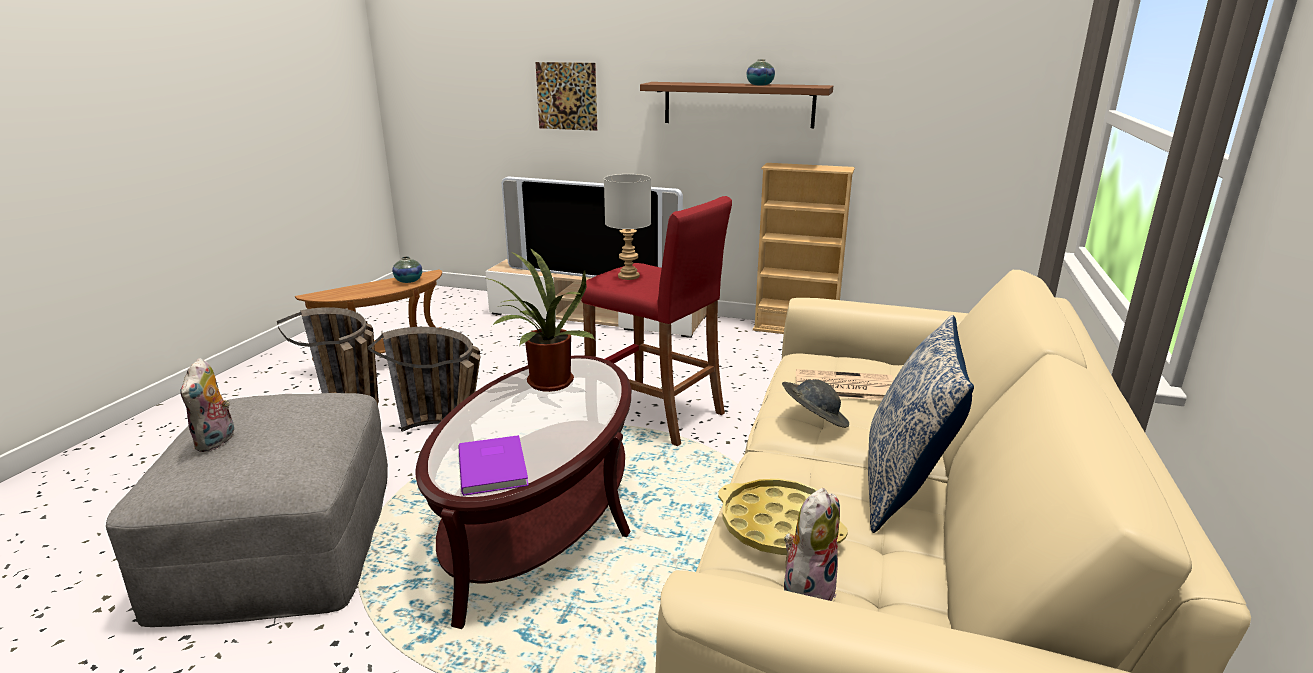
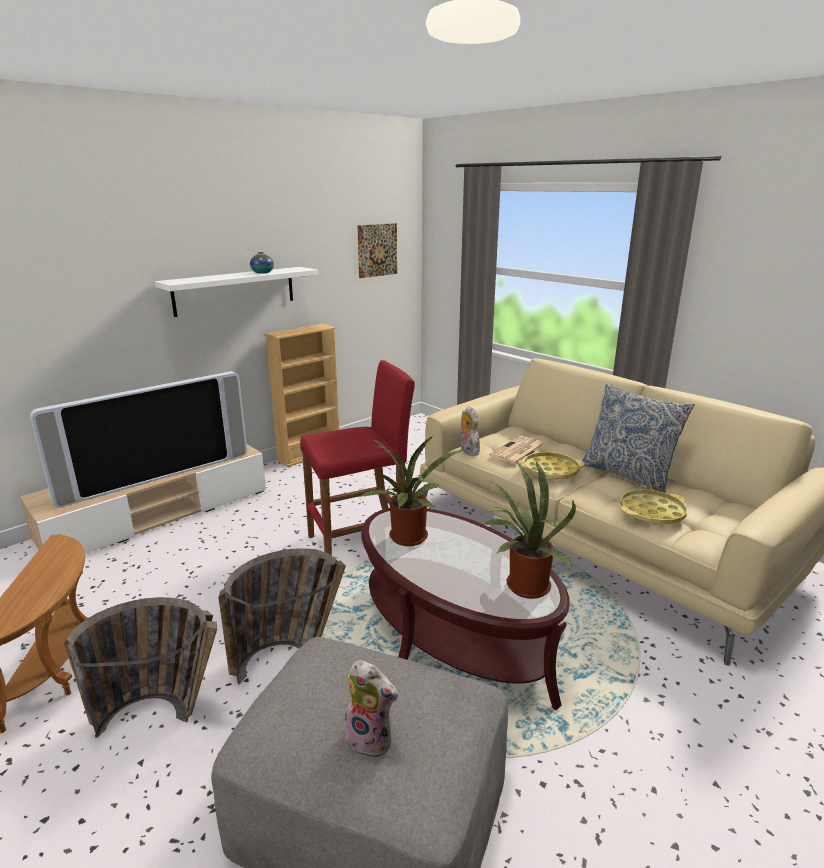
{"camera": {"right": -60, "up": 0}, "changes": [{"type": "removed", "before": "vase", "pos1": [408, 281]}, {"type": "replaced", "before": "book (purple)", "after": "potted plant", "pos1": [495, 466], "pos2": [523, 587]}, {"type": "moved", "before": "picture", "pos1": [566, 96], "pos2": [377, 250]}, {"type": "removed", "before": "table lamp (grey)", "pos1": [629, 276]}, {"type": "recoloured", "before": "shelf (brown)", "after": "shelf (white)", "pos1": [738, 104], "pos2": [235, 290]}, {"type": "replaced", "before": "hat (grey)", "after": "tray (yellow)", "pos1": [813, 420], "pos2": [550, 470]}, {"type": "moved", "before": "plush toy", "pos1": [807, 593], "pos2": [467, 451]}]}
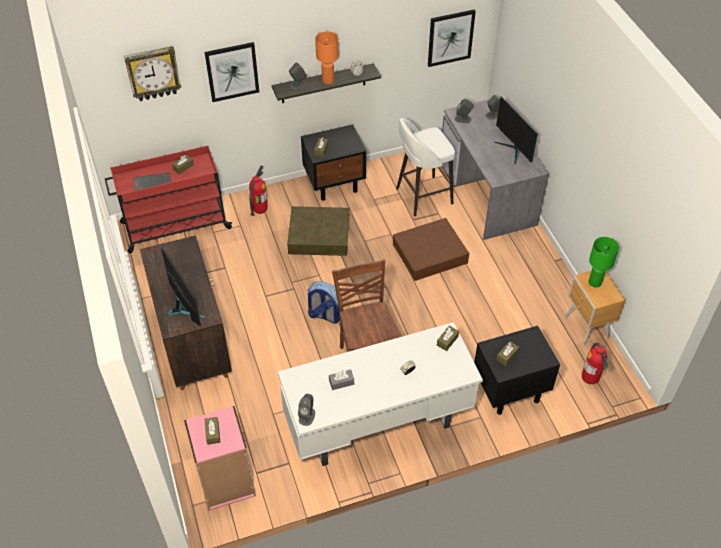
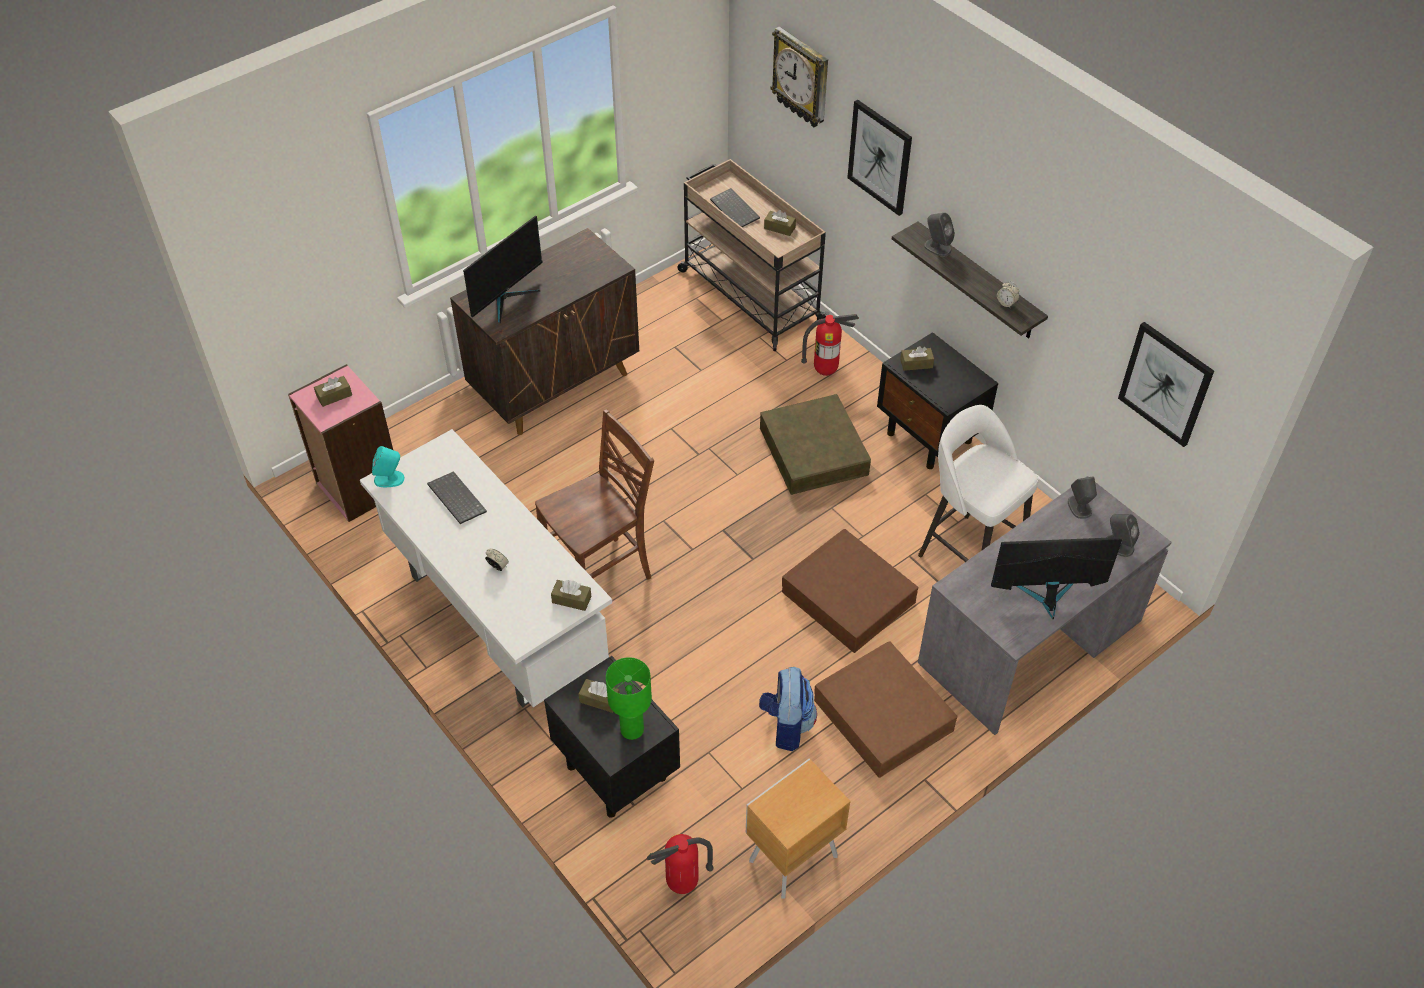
{"camera": {"right": 70, "up": 0}, "changes": [{"type": "recoloured", "before": "cart (red)", "after": "cart (beige)", "pos1": [174, 226], "pos2": [749, 295]}, {"type": "recoloured", "before": "speaker (grey)", "after": "speaker (turquoise)", "pos1": [307, 416], "pos2": [389, 479]}, {"type": "moved", "before": "backpack", "pos1": [324, 315], "pos2": [786, 725]}, {"type": "removed", "before": "table lamp (orange)", "pos1": [328, 80]}, {"type": "replaced", "before": "tissue box (grey)", "after": "keyboard", "pos1": [341, 382], "pos2": [455, 499]}, {"type": "turned", "before": "monitor", "pos1": [514, 149], "pos2": [1046, 595], "turn": 45}, {"type": "moved", "before": "table lamp (green)", "pos1": [595, 282], "pos2": [633, 730]}, {"type": "added", "after": "storage box (brown)", "pos2": [883, 715]}]}
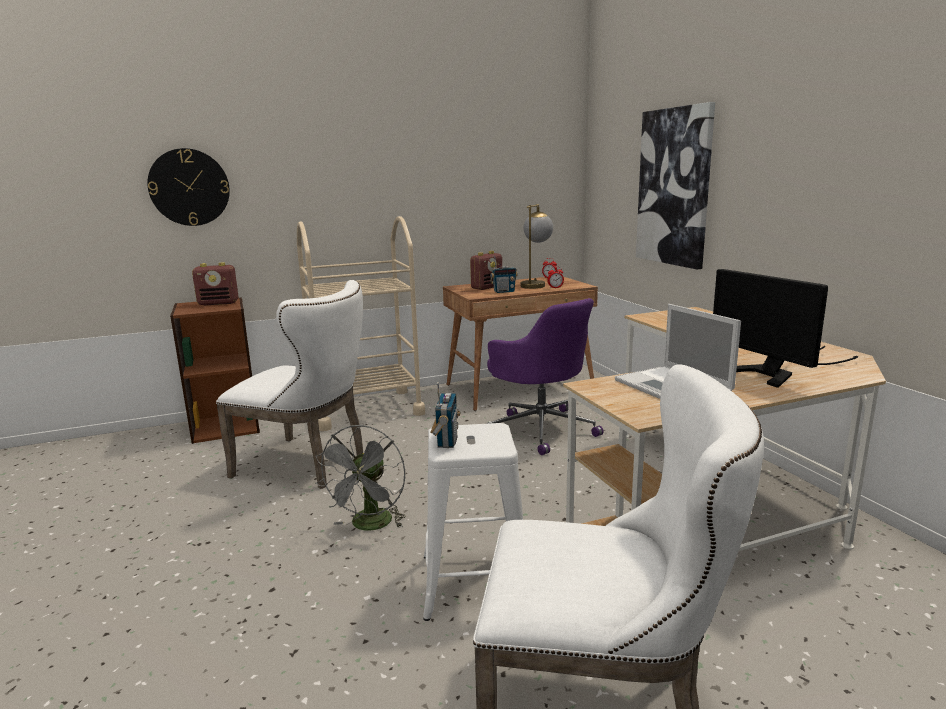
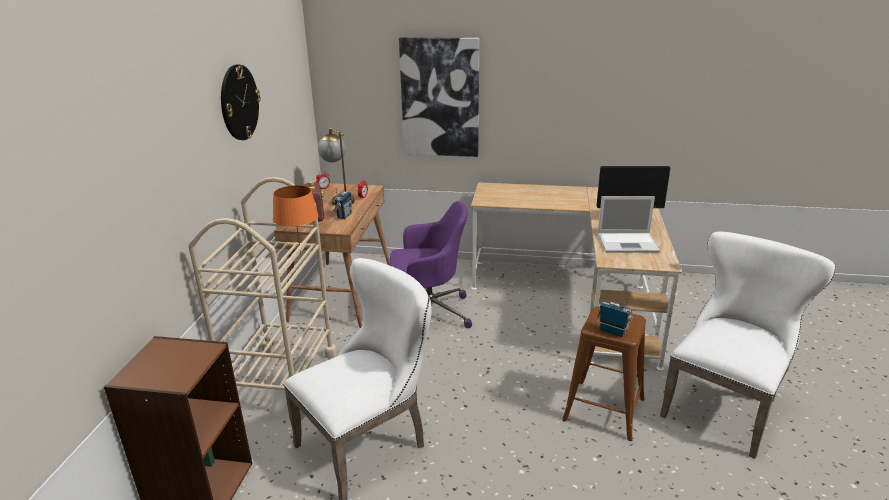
{"camera": {"right": -60, "up": 10}, "changes": [{"type": "moved", "before": "wall clock", "pos1": [189, 187], "pos2": [239, 102]}, {"type": "removed", "before": "radio", "pos1": [219, 303]}, {"type": "removed", "before": "fan (grey)", "pos1": [369, 526]}, {"type": "recoloured", "before": "stool (white)", "after": "stool (brown)", "pos1": [475, 581], "pos2": [603, 409]}, {"type": "added", "after": "table lamp (orange)", "pos2": [301, 253]}]}
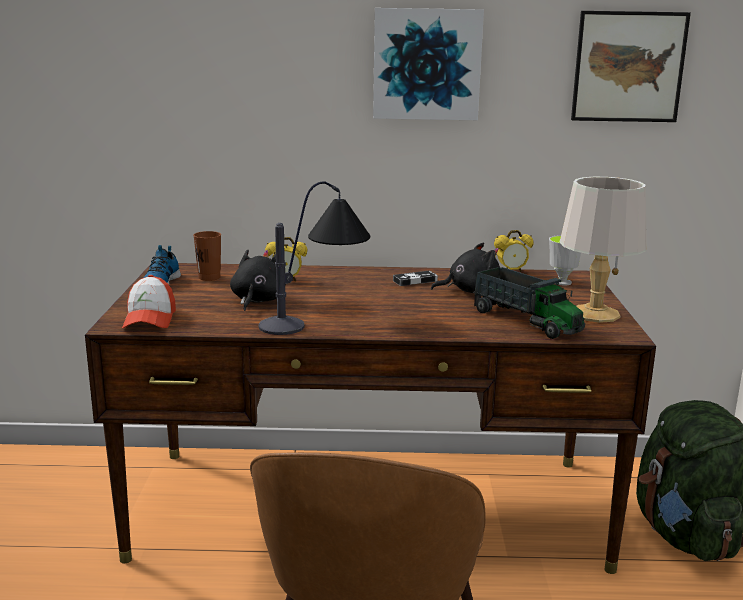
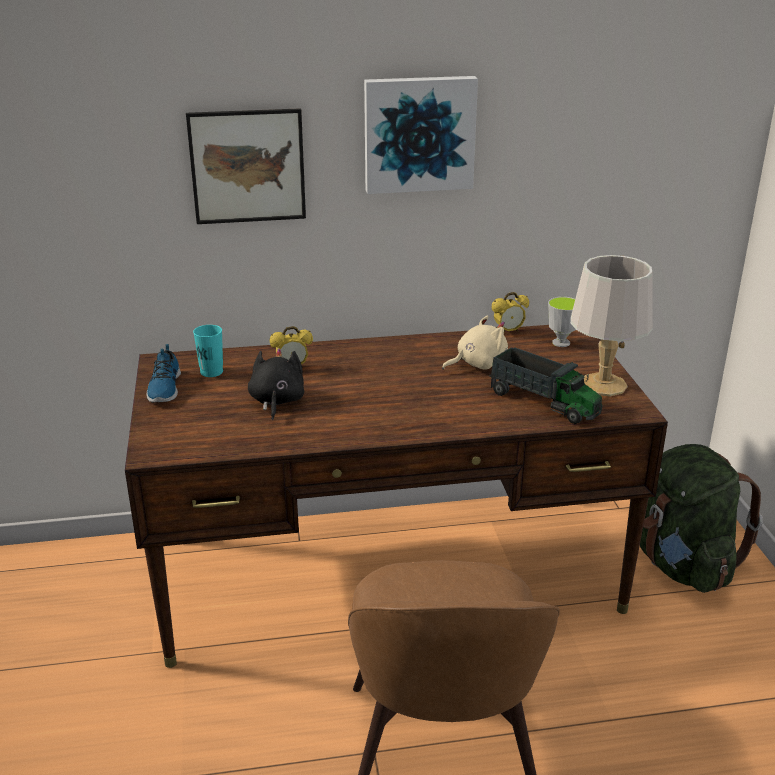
{"camera": {"right": -10, "up": 10}, "changes": [{"type": "removed", "before": "cap", "pos1": [150, 319]}, {"type": "recoloured", "before": "cup (brown)", "after": "cup (turquoise)", "pos1": [209, 277], "pos2": [211, 372]}, {"type": "removed", "before": "table lamp", "pos1": [318, 316]}, {"type": "removed", "before": "game controller", "pos1": [415, 281]}, {"type": "recoloured", "before": "plush toy (black)", "after": "plush toy (beige)", "pos1": [469, 290], "pos2": [477, 364]}, {"type": "moved", "before": "picture", "pos1": [628, 67], "pos2": [247, 166]}]}
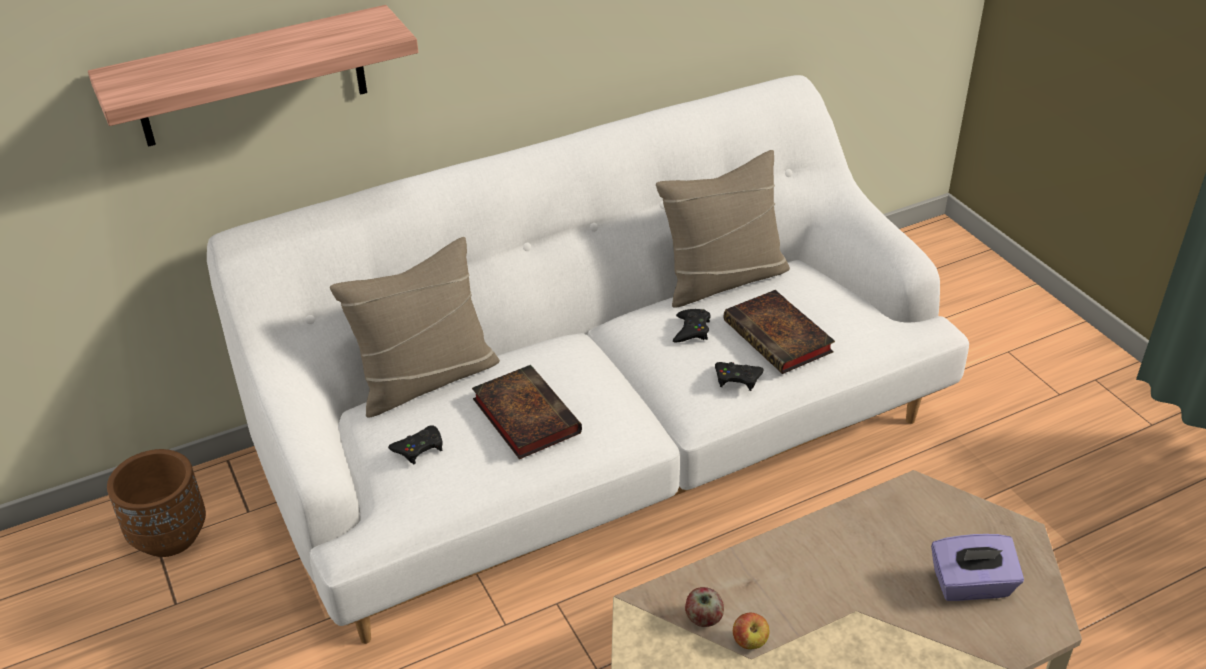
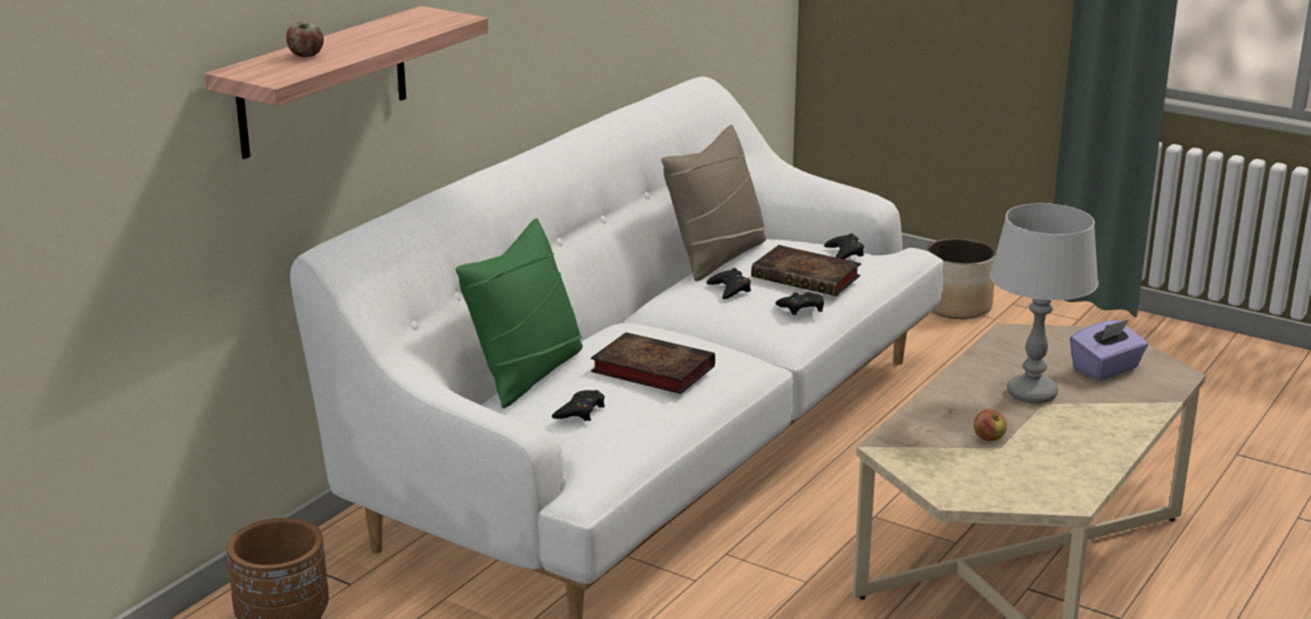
{"camera": {"right": -30, "up": -15}, "changes": [{"type": "recoloured", "before": "pillow (beige)", "after": "pillow (green)", "pos1": [426, 379], "pos2": [526, 373]}, {"type": "moved", "before": "apple", "pos1": [703, 618], "pos2": [306, 55]}, {"type": "added", "after": "game controller (black)", "pos2": [844, 253]}, {"type": "added", "after": "planter", "pos2": [957, 306]}, {"type": "added", "after": "table lamp (grey)", "pos2": [1031, 394]}]}
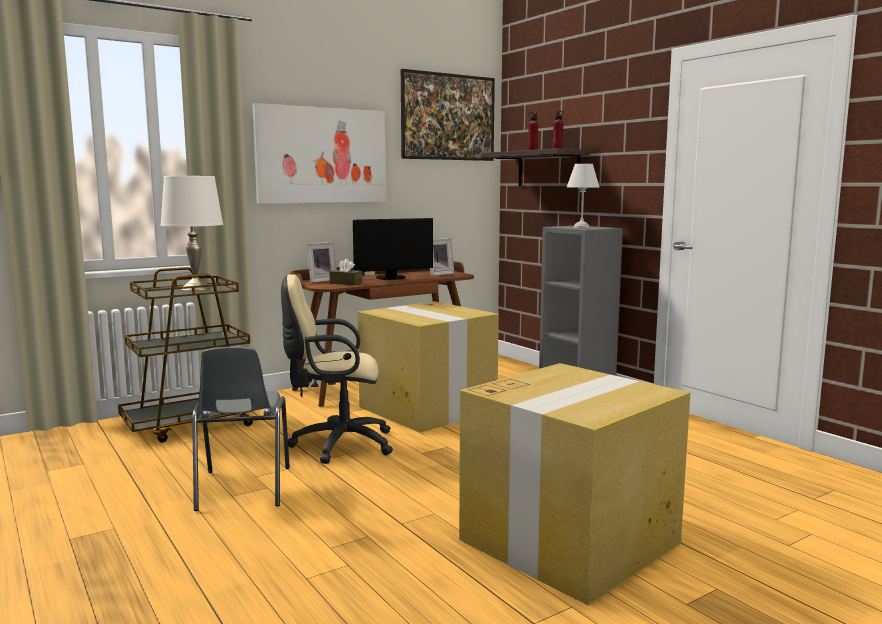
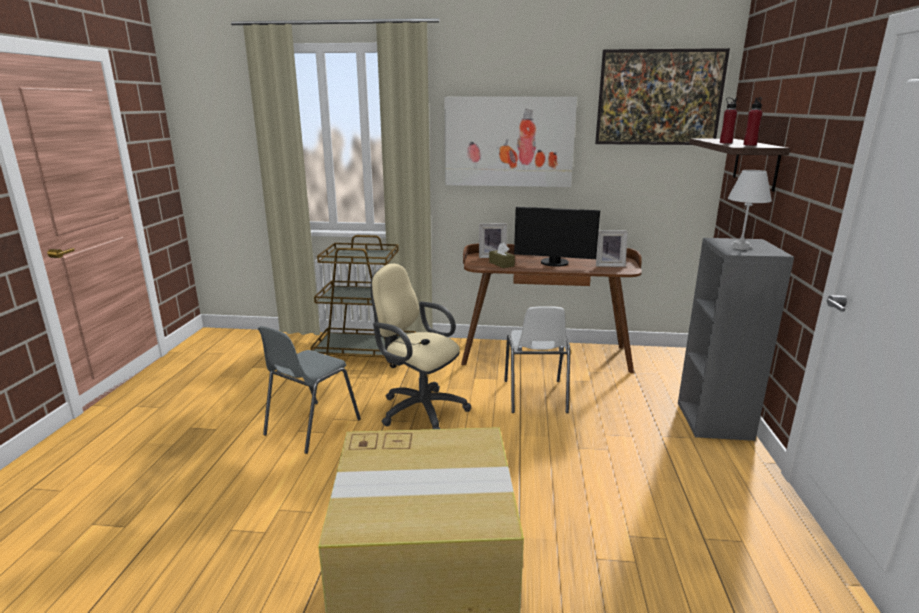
{"camera": {"right": 40, "up": 10}, "changes": [{"type": "removed", "before": "table lamp (white)", "pos1": [195, 288]}, {"type": "replaced", "before": "cardboard box", "after": "chair (white)", "pos1": [428, 409], "pos2": [535, 397]}]}
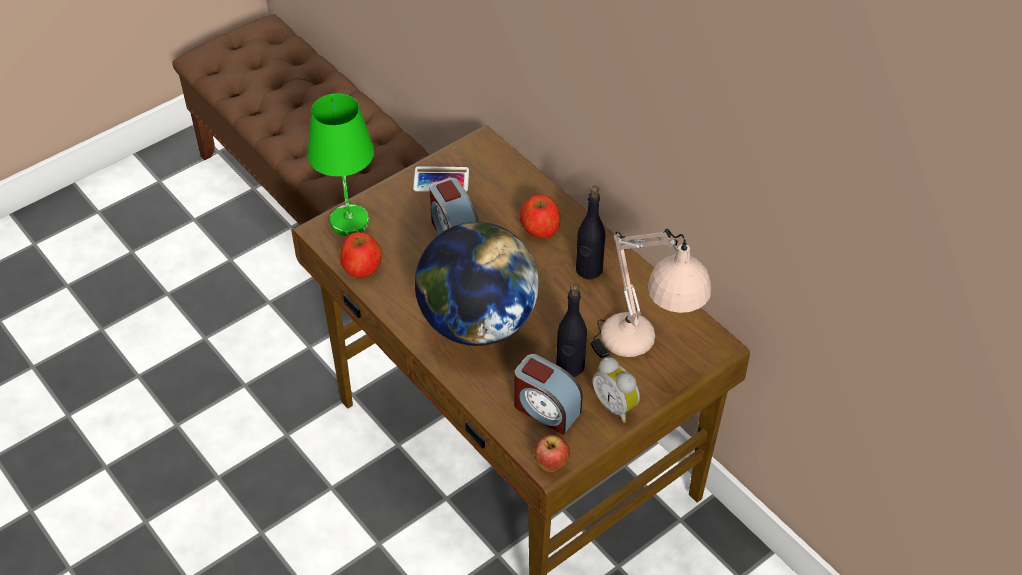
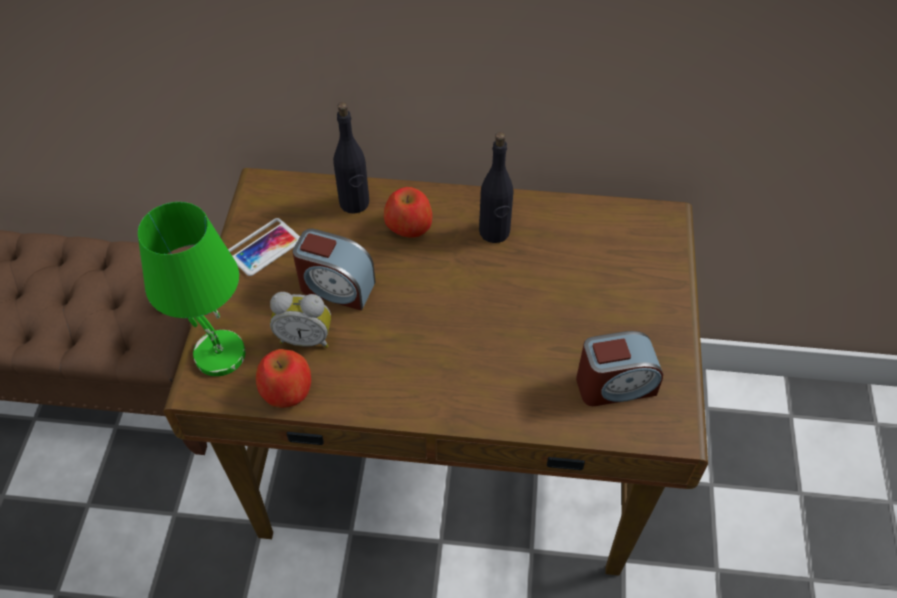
{"camera": {"right": -45, "up": 5}, "changes": [{"type": "removed", "before": "globe", "pos1": [477, 323]}, {"type": "removed", "before": "apple", "pos1": [551, 464]}, {"type": "moved", "before": "bottle (black)", "pos1": [570, 367], "pos2": [354, 203]}, {"type": "removed", "before": "table lamp (beige)", "pos1": [643, 356]}, {"type": "moved", "before": "alarm clock", "pos1": [616, 405], "pos2": [306, 337]}]}
